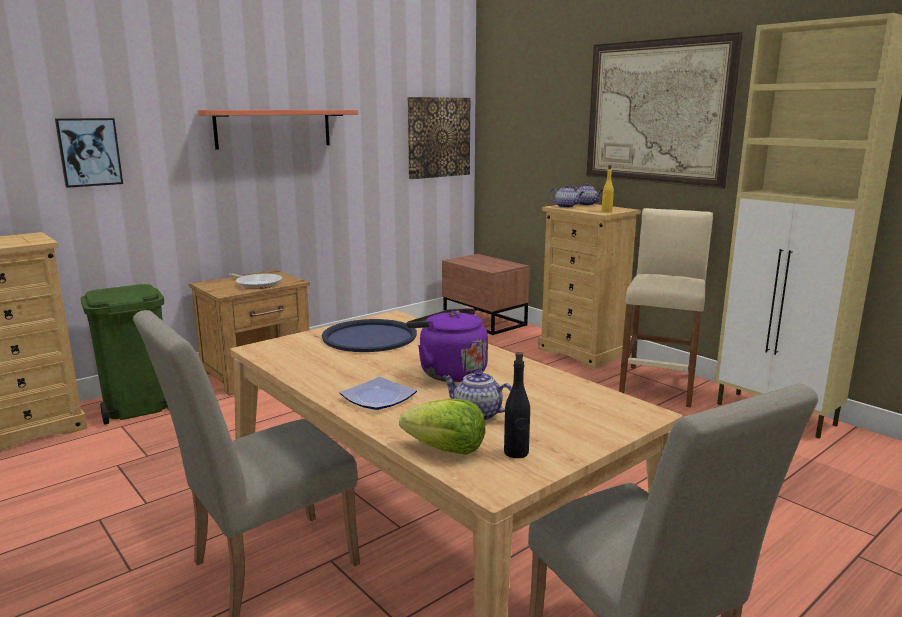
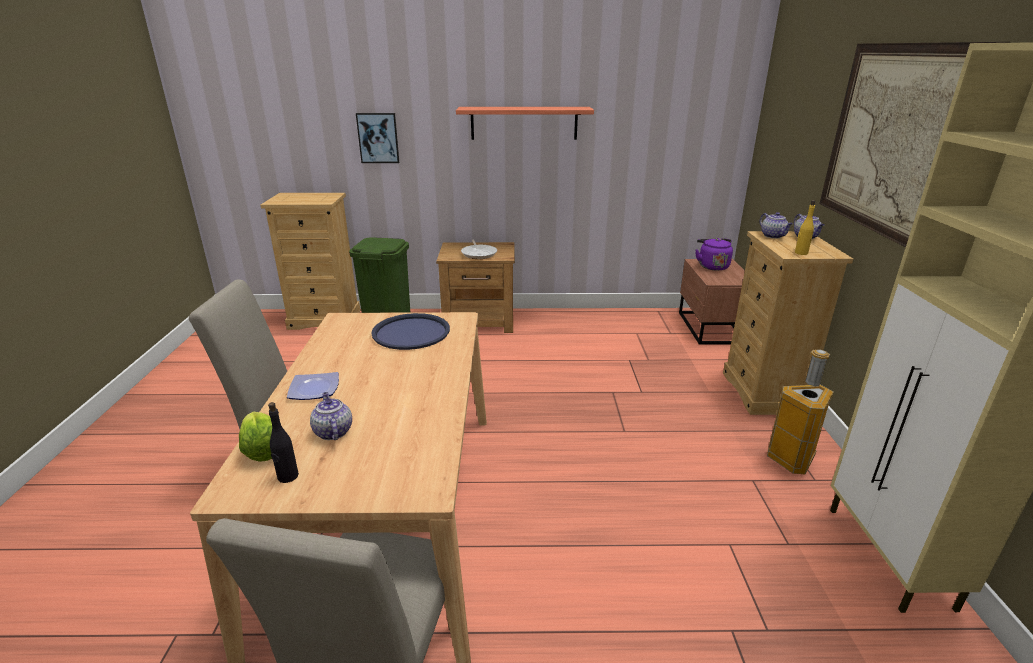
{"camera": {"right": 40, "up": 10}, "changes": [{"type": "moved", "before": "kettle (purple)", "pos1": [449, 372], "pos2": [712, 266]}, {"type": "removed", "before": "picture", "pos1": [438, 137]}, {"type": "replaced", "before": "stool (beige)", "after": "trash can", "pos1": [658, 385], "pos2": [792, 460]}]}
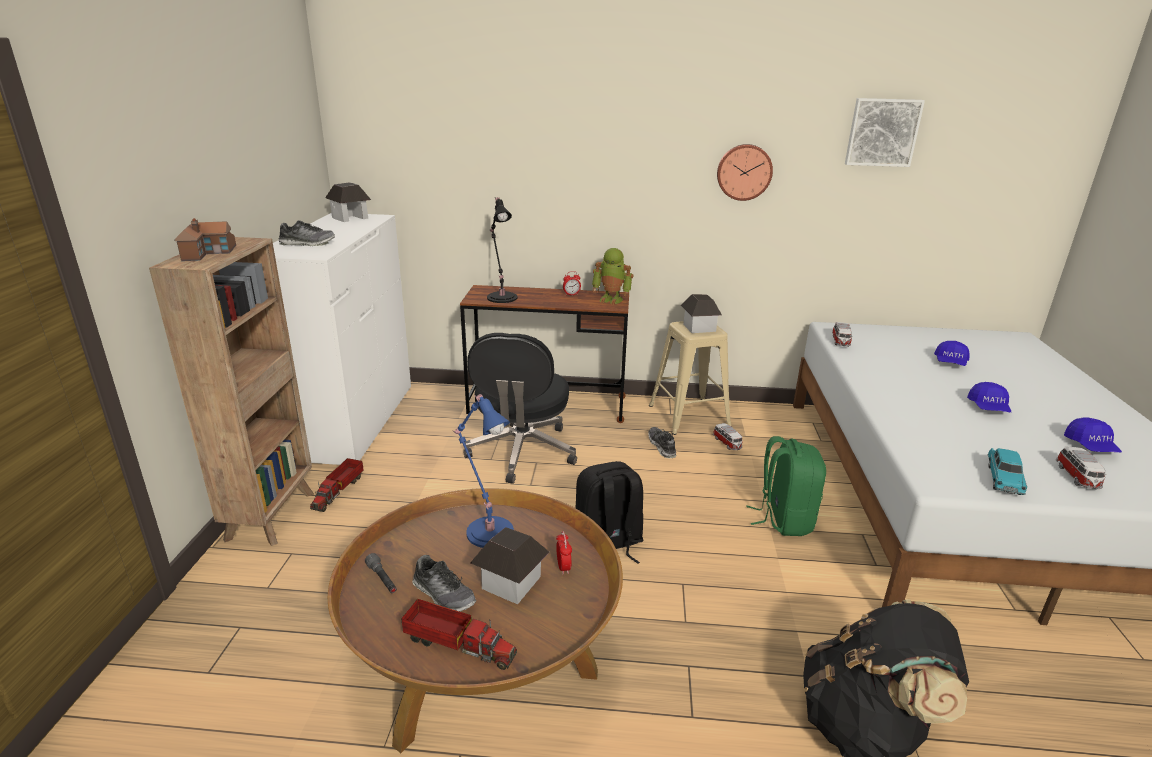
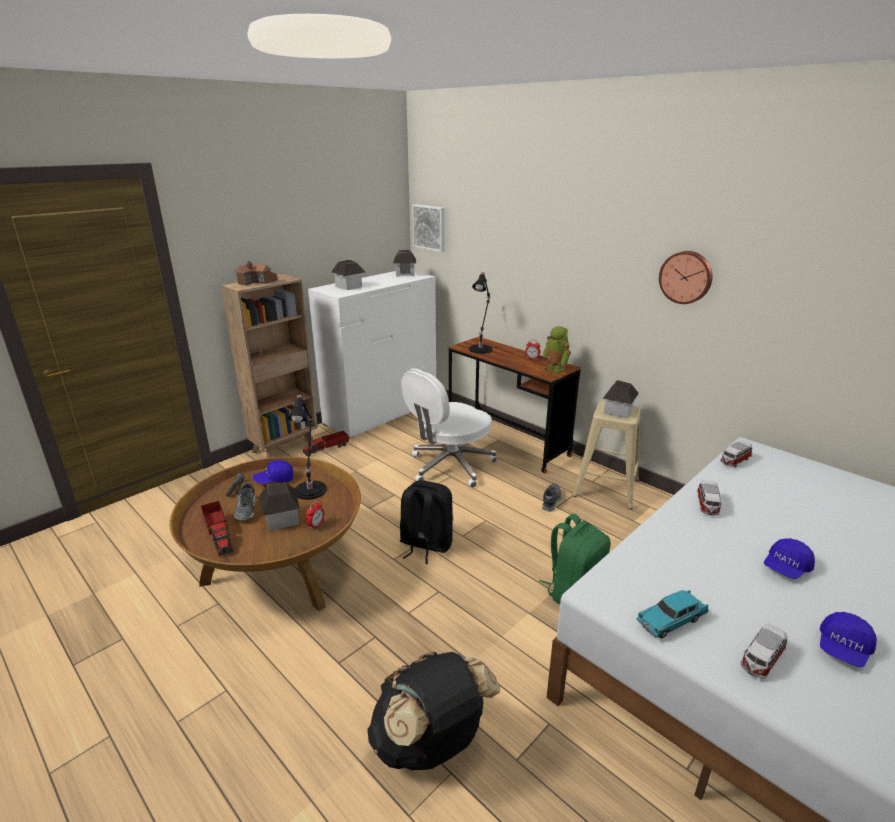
{"camera": {"right": 40, "up": 0}, "changes": [{"type": "replaced", "before": "shoe", "after": "toy house", "pos1": [307, 244], "pos2": [349, 286]}, {"type": "recoloured", "before": "table lamp (blue)", "after": "table lamp (black)", "pos1": [488, 530], "pos2": [311, 489]}, {"type": "recoloured", "before": "office chair (black)", "after": "office chair (white)", "pos1": [521, 452], "pos2": [450, 466]}, {"type": "moved", "before": "toy car", "pos1": [727, 443], "pos2": [707, 505]}, {"type": "moved", "before": "picture", "pos1": [882, 132], "pos2": [430, 227]}, {"type": "moved", "before": "cap (blue)", "pos1": [950, 363], "pos2": [274, 480]}]}
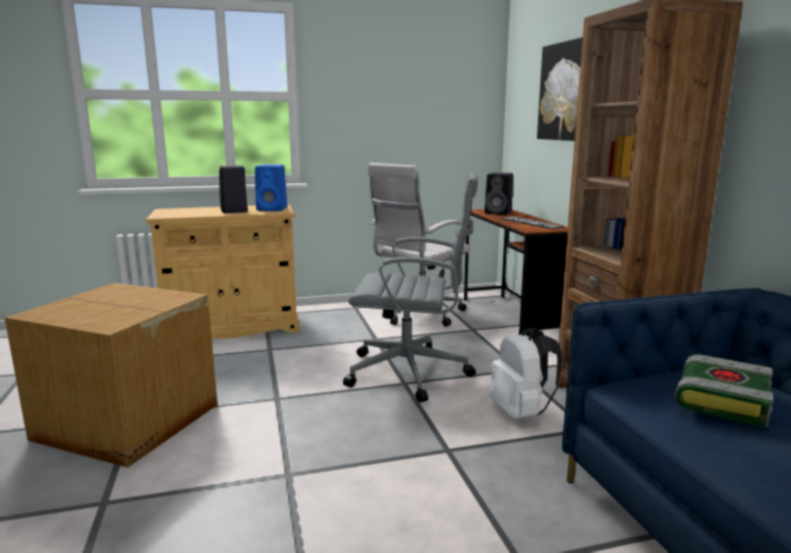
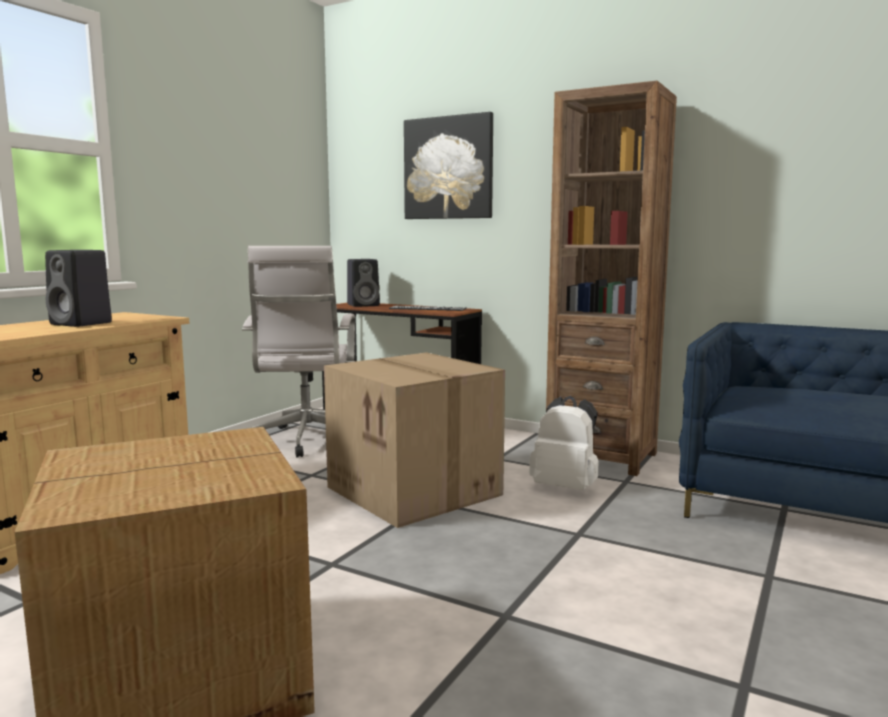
{"camera": {"right": -45, "up": -5}, "changes": [{"type": "removed", "before": "speaker (blue)", "pos1": [273, 209]}, {"type": "replaced", "before": "office chair (grey)", "after": "cardboard box", "pos1": [411, 373], "pos2": [417, 491]}, {"type": "removed", "before": "book", "pos1": [720, 399]}]}
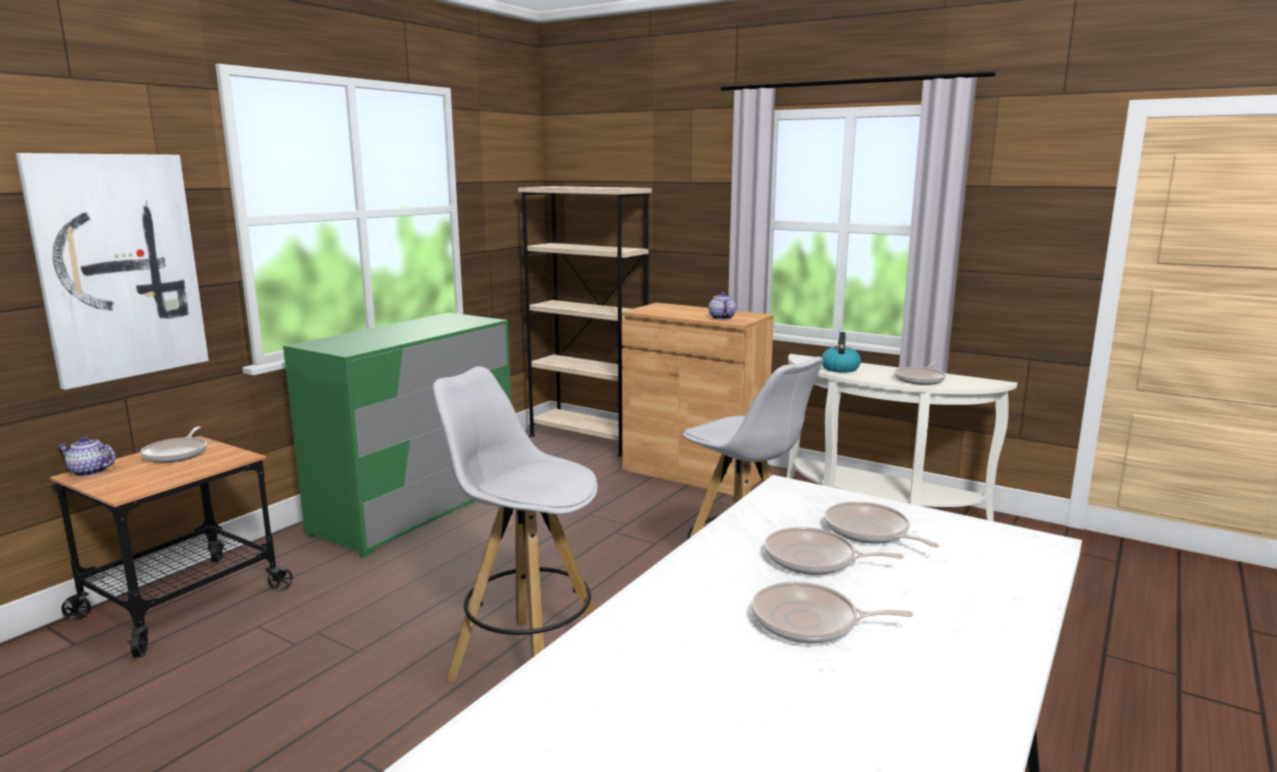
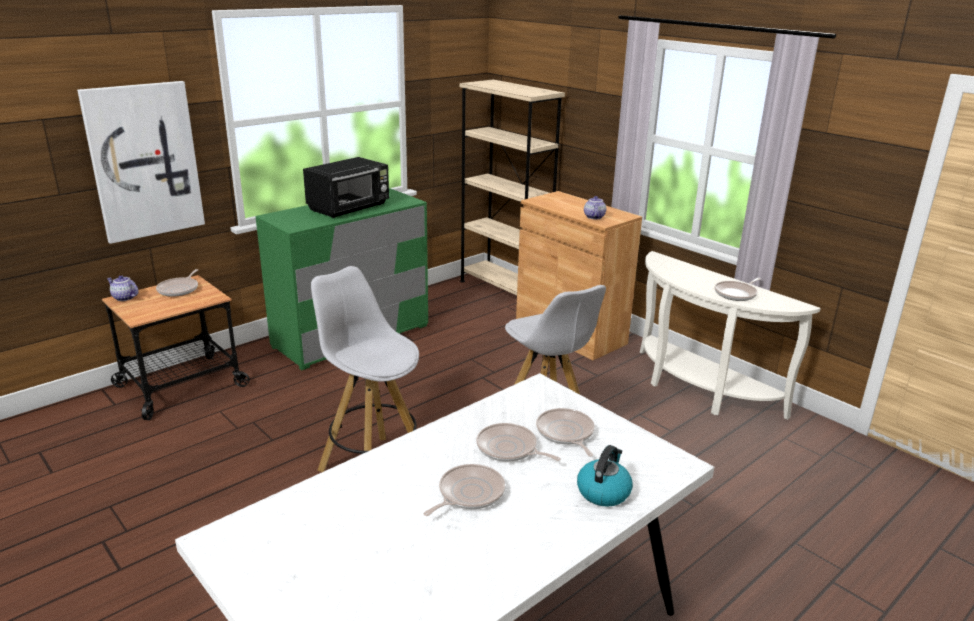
{"camera": {"right": 15, "up": 10}, "changes": [{"type": "turned", "before": "frying pan", "pos1": [810, 622], "pos2": [468, 494], "turn": 105}, {"type": "moved", "before": "kettle", "pos1": [839, 368], "pos2": [603, 491]}, {"type": "added", "after": "microwave (black)", "pos2": [349, 208]}]}
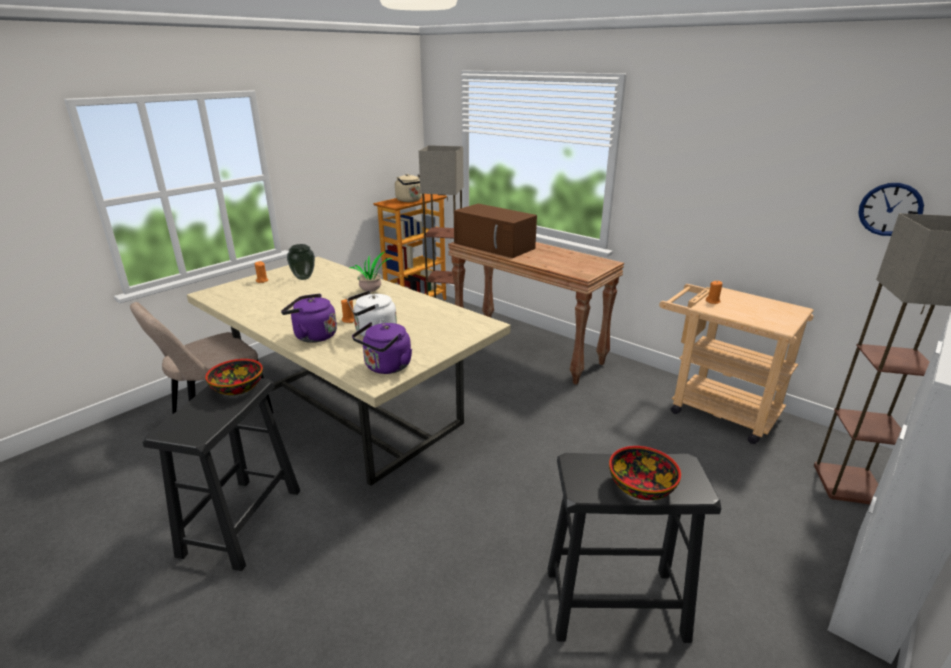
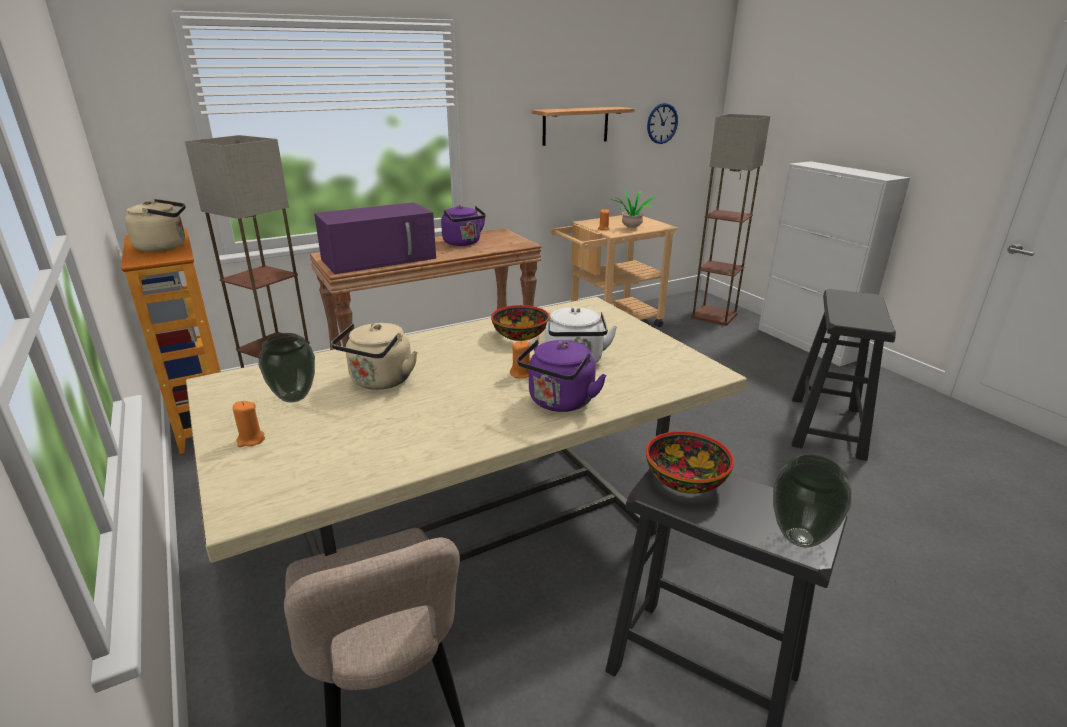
{"camera": {"right": -70, "up": 0}, "changes": [{"type": "moved", "before": "potted plant", "pos1": [372, 291], "pos2": [631, 228]}, {"type": "moved", "before": "kettle (purple)", "pos1": [386, 367], "pos2": [463, 243]}, {"type": "recoloured", "before": "microwave (brown)", "after": "microwave (purple)", "pos1": [495, 246], "pos2": [380, 258]}, {"type": "moved", "before": "bowl", "pos1": [641, 486], "pos2": [519, 335]}, {"type": "added", "after": "kettle (beige)", "pos2": [379, 382]}, {"type": "added", "after": "shelf", "pos2": [575, 126]}, {"type": "added", "after": "vase", "pos2": [800, 538]}]}
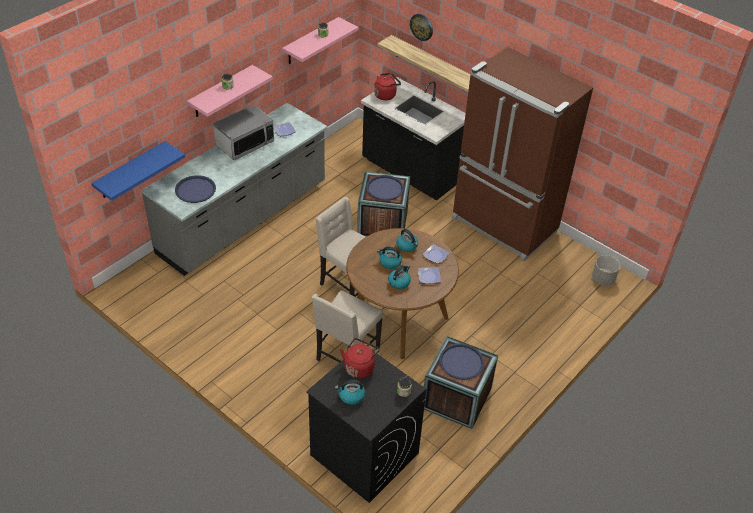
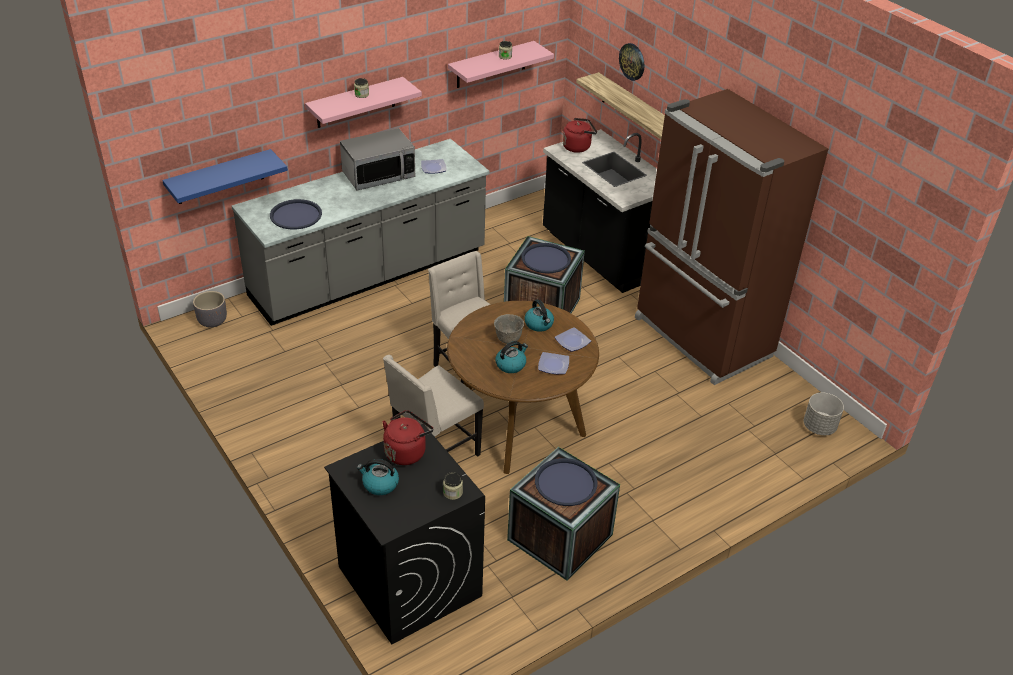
{"camera": {"right": 15, "up": -5}, "changes": [{"type": "replaced", "before": "kettle", "after": "bowl (grey)", "pos1": [389, 262], "pos2": [508, 339]}, {"type": "added", "after": "planter (grey)", "pos2": [212, 321]}]}
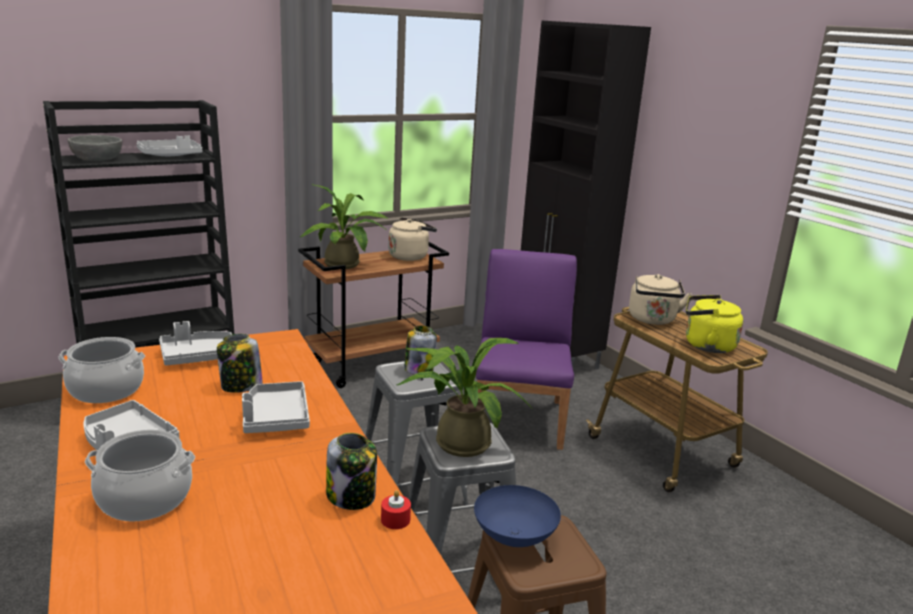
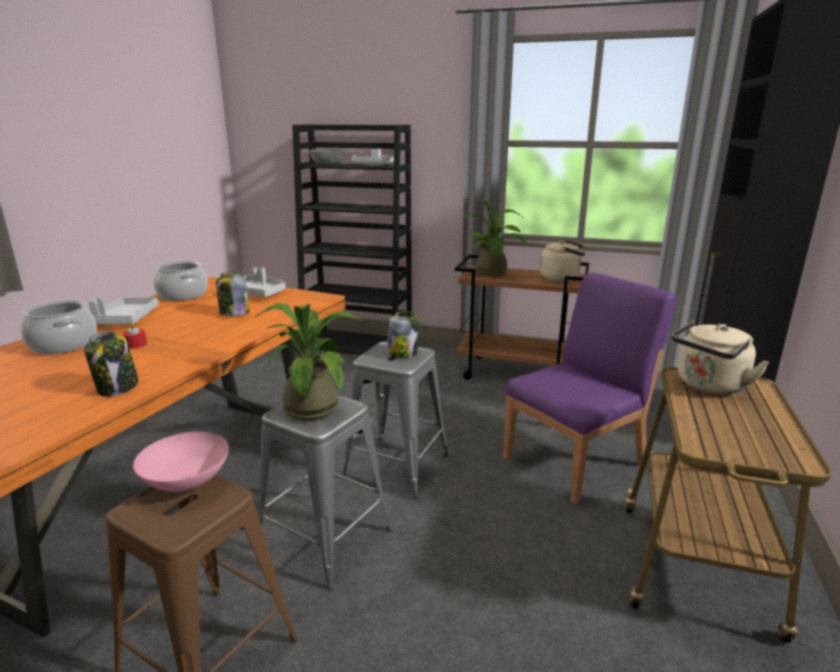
{"camera": {"right": 50, "up": 0}, "changes": [{"type": "removed", "before": "tray (grey)", "pos1": [275, 418]}, {"type": "moved", "before": "candle (red)", "pos1": [395, 520], "pos2": [136, 344]}, {"type": "recoloured", "before": "bowl (blue)", "after": "bowl (pink)", "pos1": [513, 536], "pos2": [188, 482]}, {"type": "removed", "before": "kettle (yellow)", "pos1": [706, 345]}]}
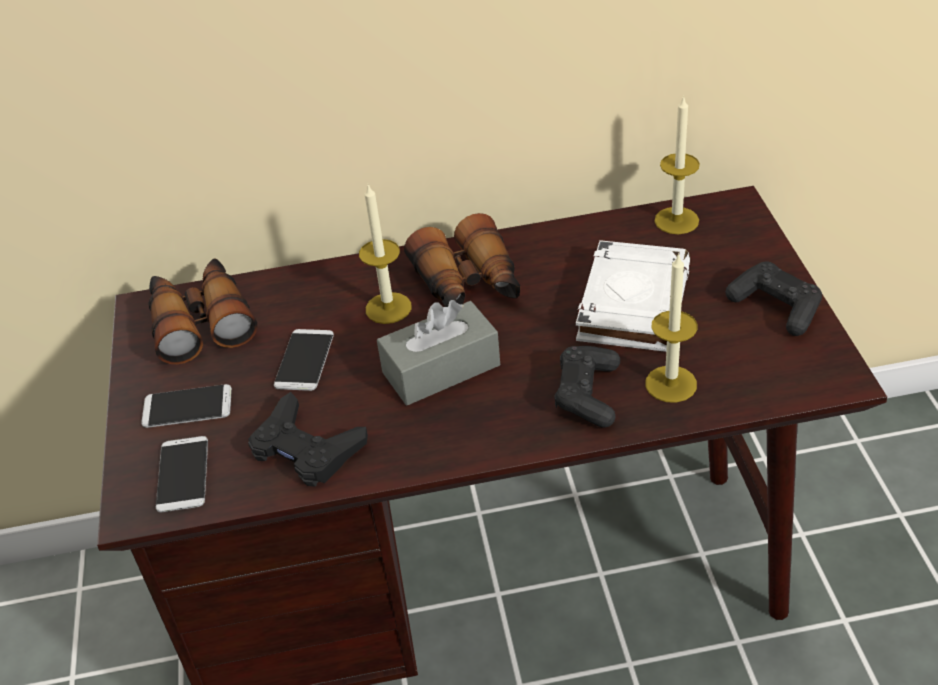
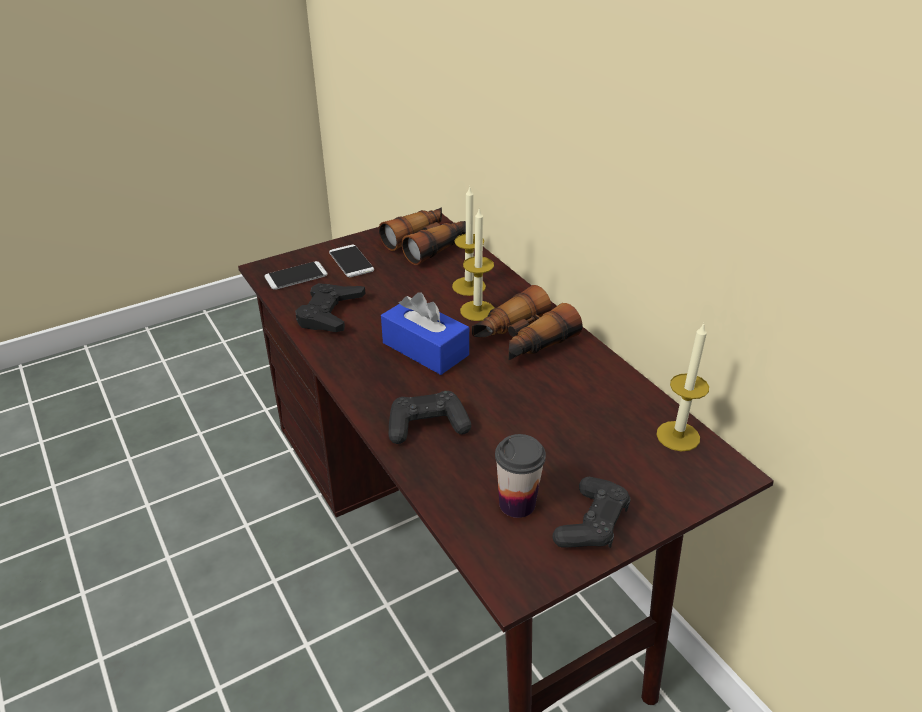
{"camera": {"right": 65, "up": -5}, "changes": [{"type": "removed", "before": "phone", "pos1": [304, 360]}, {"type": "recoloured", "before": "tissue box (grey)", "after": "tissue box (blue)", "pos1": [441, 369], "pos2": [425, 349]}, {"type": "removed", "before": "book (white)", "pos1": [633, 302]}, {"type": "moved", "before": "candle", "pos1": [671, 384], "pos2": [469, 286]}, {"type": "added", "after": "cup", "pos2": [517, 504]}]}
